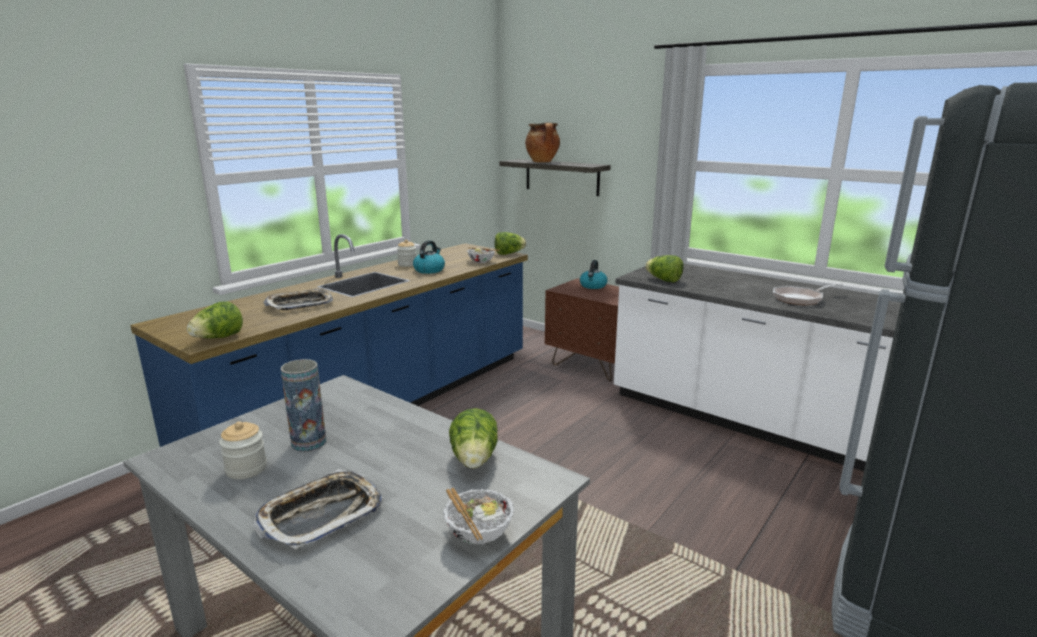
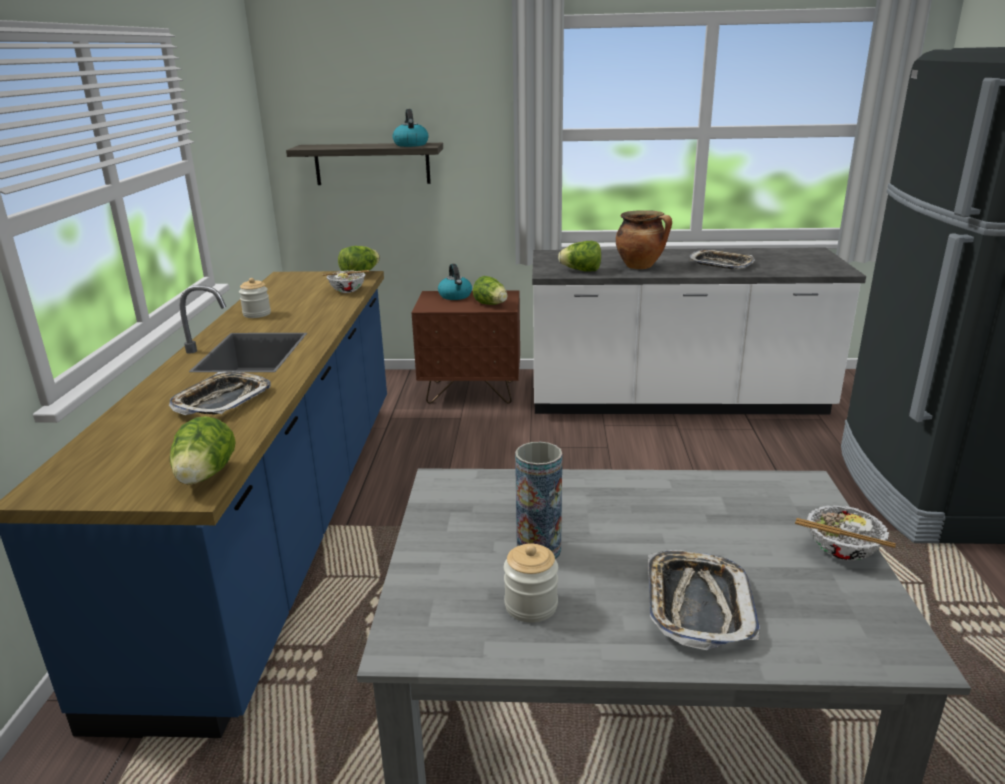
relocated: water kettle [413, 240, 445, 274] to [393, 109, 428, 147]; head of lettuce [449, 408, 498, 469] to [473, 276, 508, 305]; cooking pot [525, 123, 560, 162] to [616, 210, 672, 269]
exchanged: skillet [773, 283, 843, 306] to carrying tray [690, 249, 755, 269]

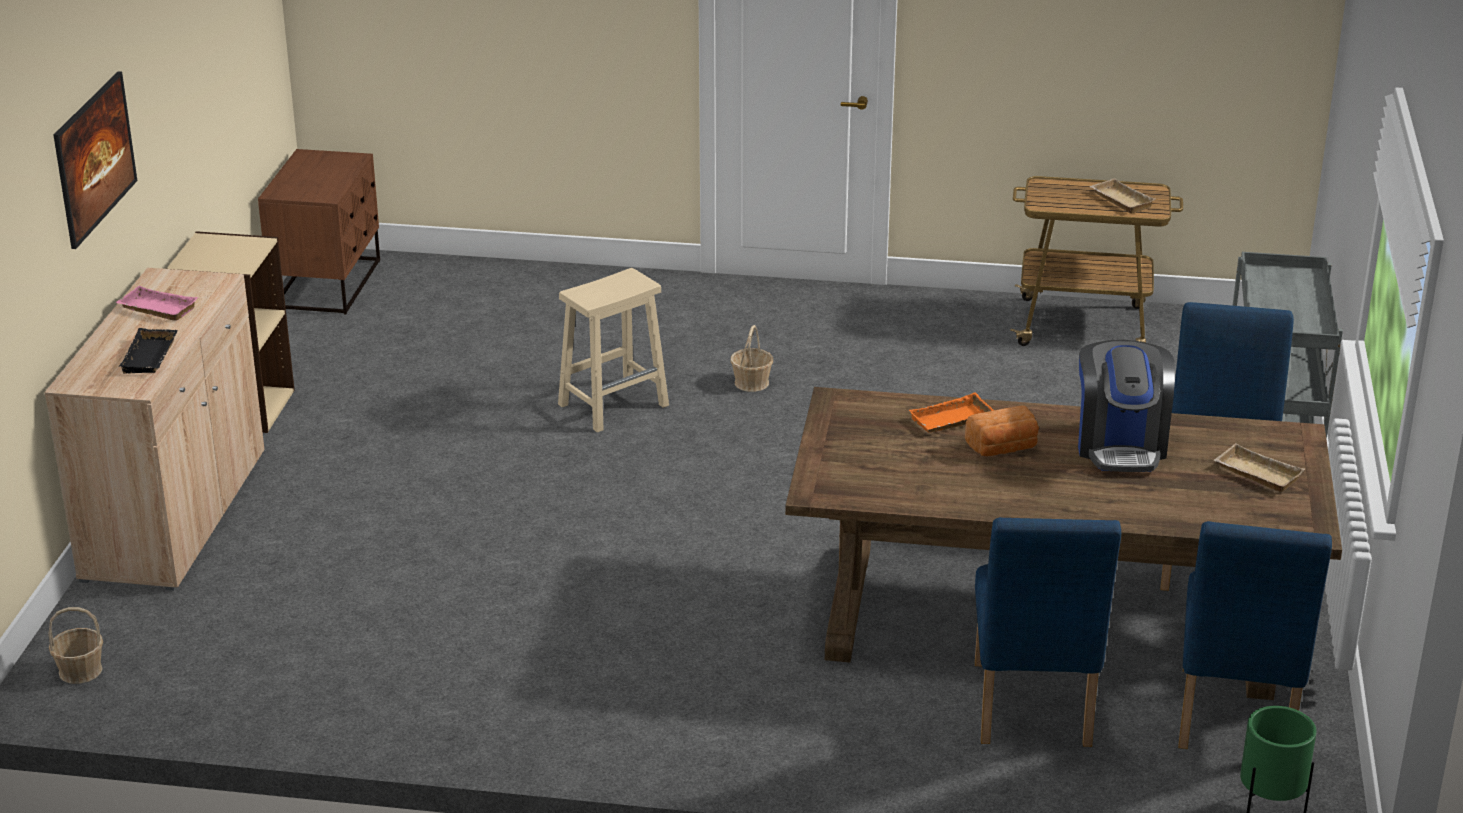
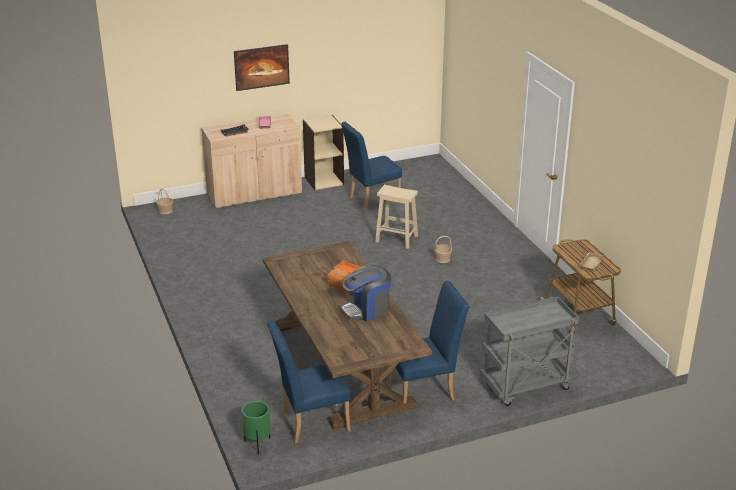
missing: brown nightstand [258, 149, 380, 315]; beige carrying tray [1214, 443, 1305, 492]
relocated: bluish upright chair [975, 517, 1121, 747] to [341, 122, 402, 211]

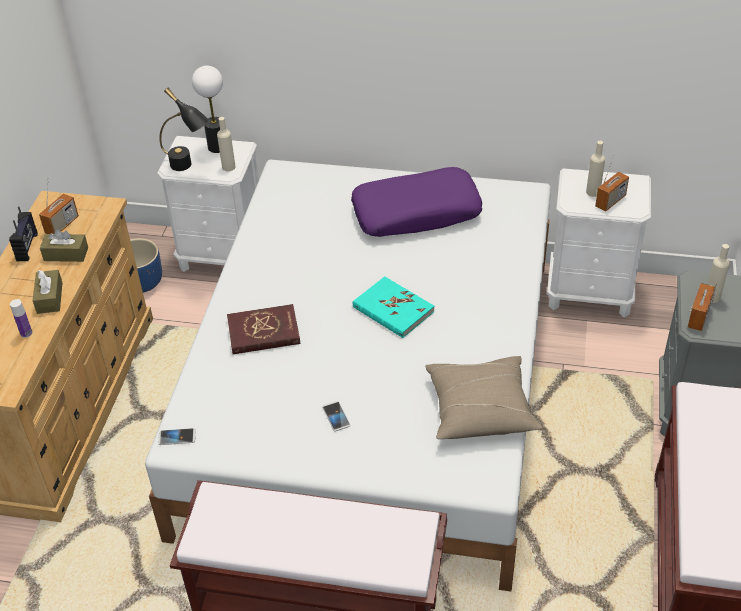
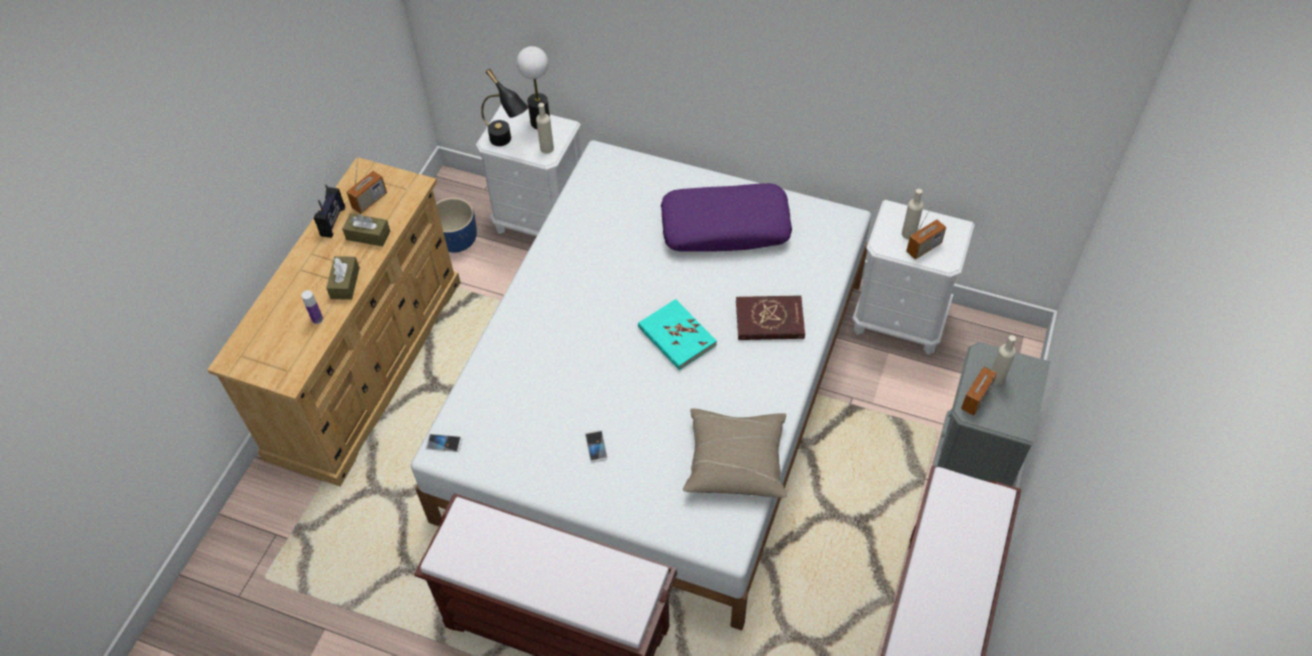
relocated: red bound book [227, 304, 300, 354] to [736, 295, 805, 340]

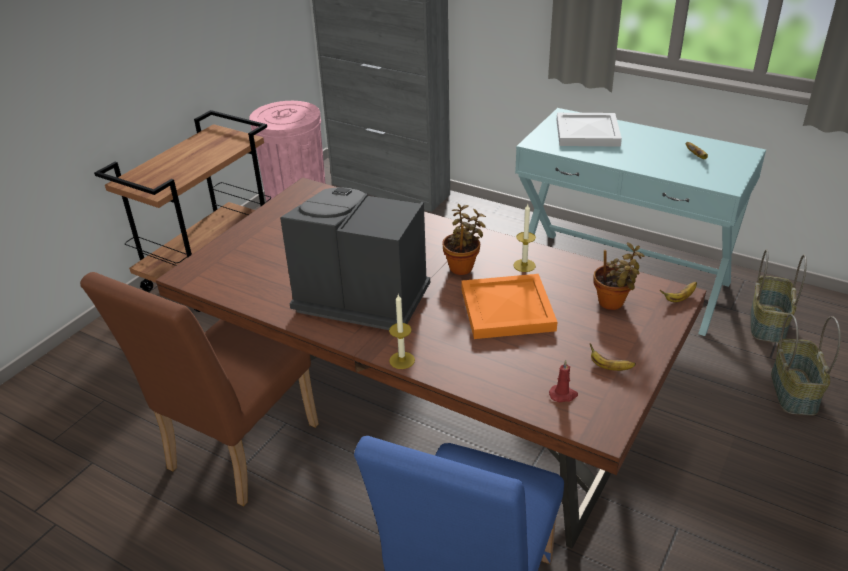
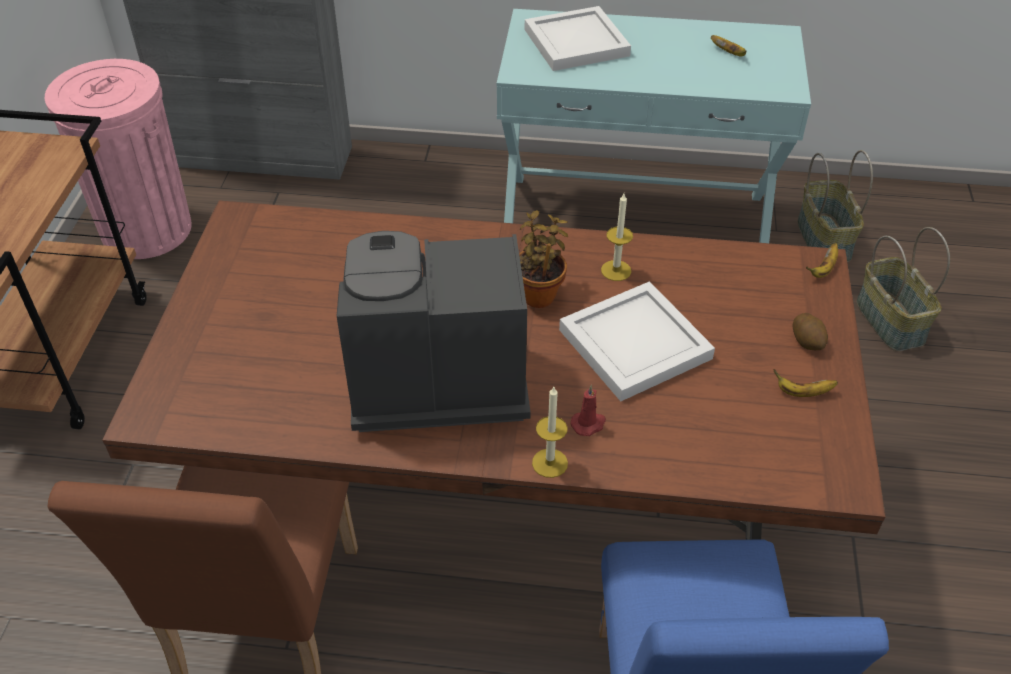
missing: houseplant [594, 242, 644, 310]
appeared: spud [792, 313, 828, 350]
relocated: red candle [549, 360, 578, 403] to [570, 385, 606, 436]
colour: orange-coloured carrying tray [462, 274, 557, 339] to white-coloured carrying tray [559, 281, 715, 401]

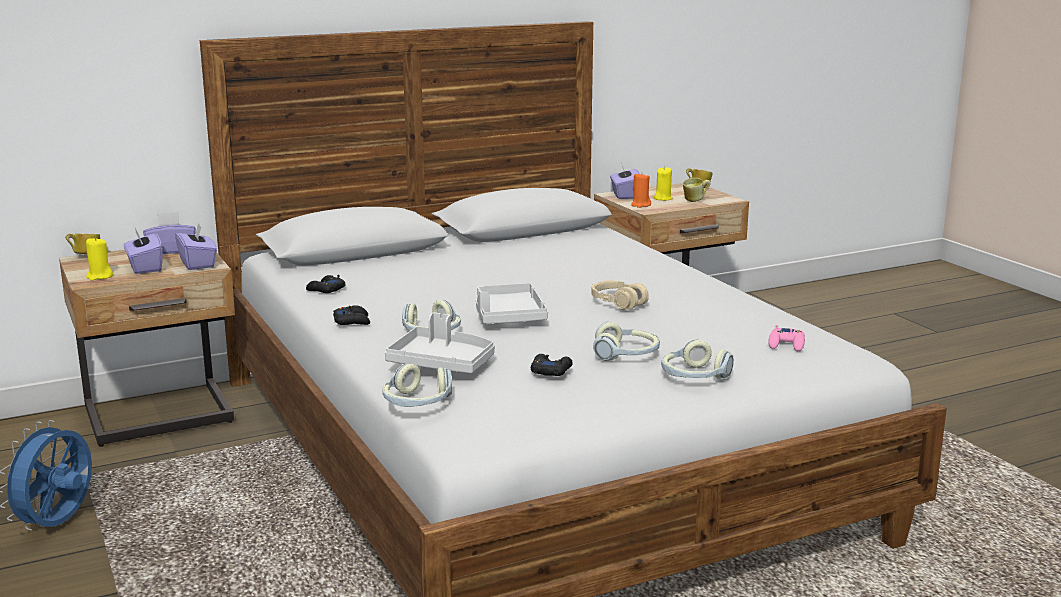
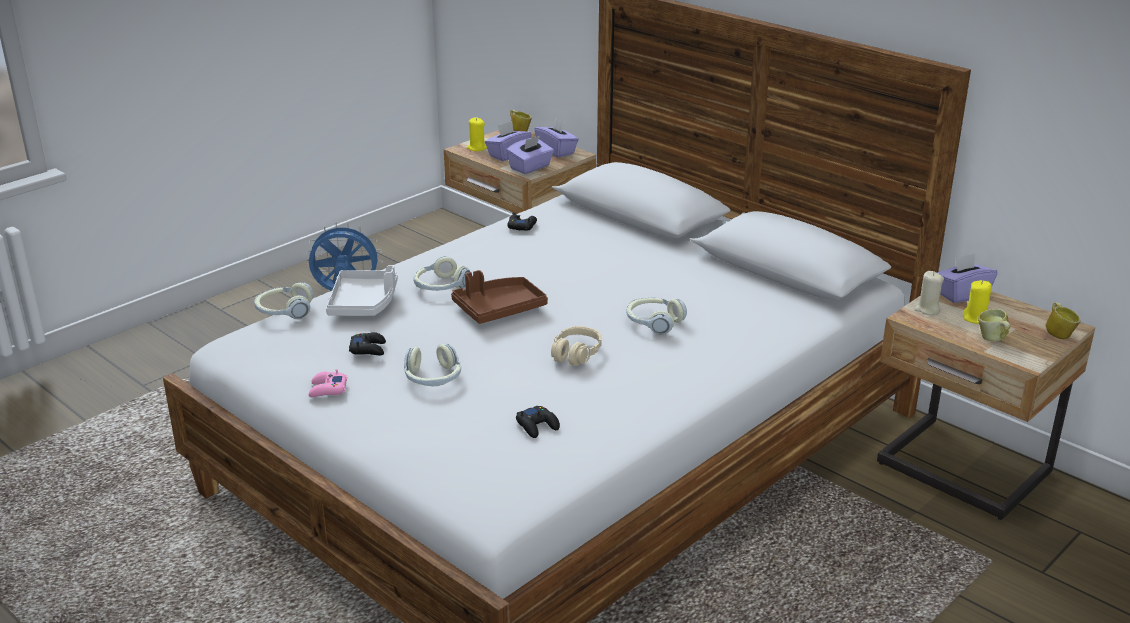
relocated: black gamepad [333, 305, 370, 325] to [516, 406, 560, 438]; headset [661, 339, 734, 379] to [626, 297, 687, 334]; pinkish gamepad [768, 325, 805, 351] to [309, 369, 347, 397]
colour: greyish carrying tray [476, 283, 548, 324] to brown carrying tray [451, 270, 548, 324]; orange-coloured candle [631, 174, 651, 208] to beige candle [914, 271, 944, 315]

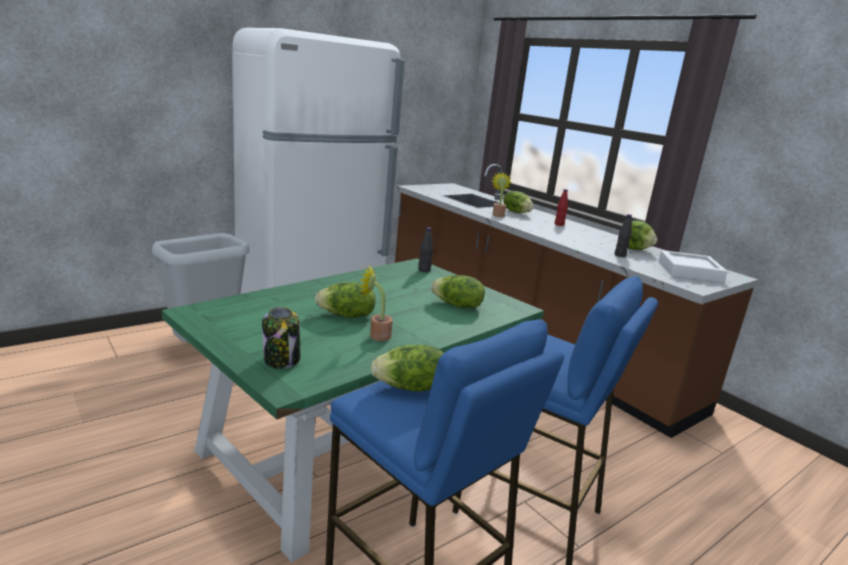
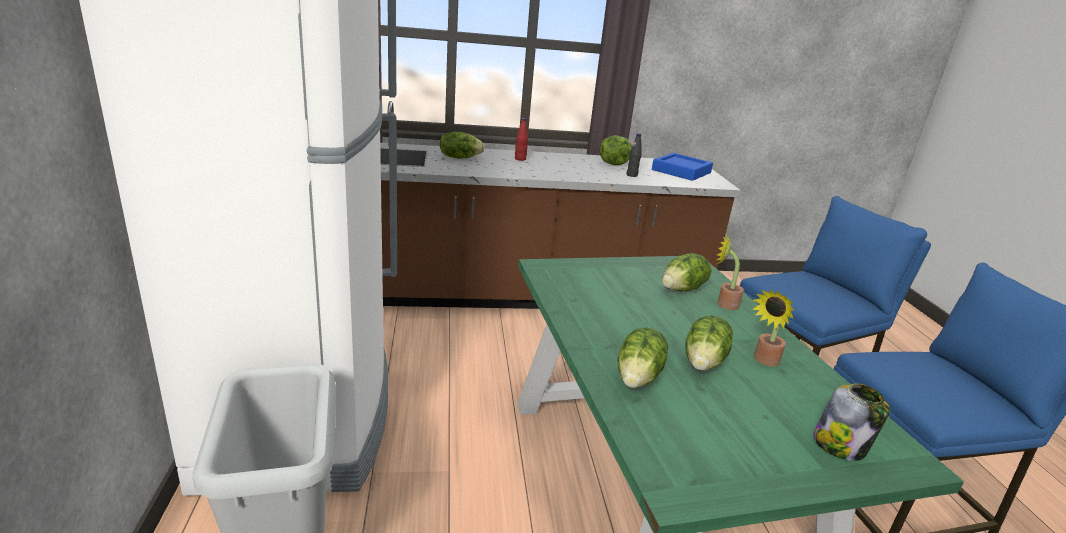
missing: black drink bottle [418, 227, 433, 272]
relocated: head of lettuce [371, 345, 443, 392] to [618, 327, 668, 388]; houseplant [491, 172, 511, 217] to [715, 234, 744, 310]
colour: white-coloured carrying tray [659, 250, 727, 283] to bluish carrying tray [652, 153, 713, 181]

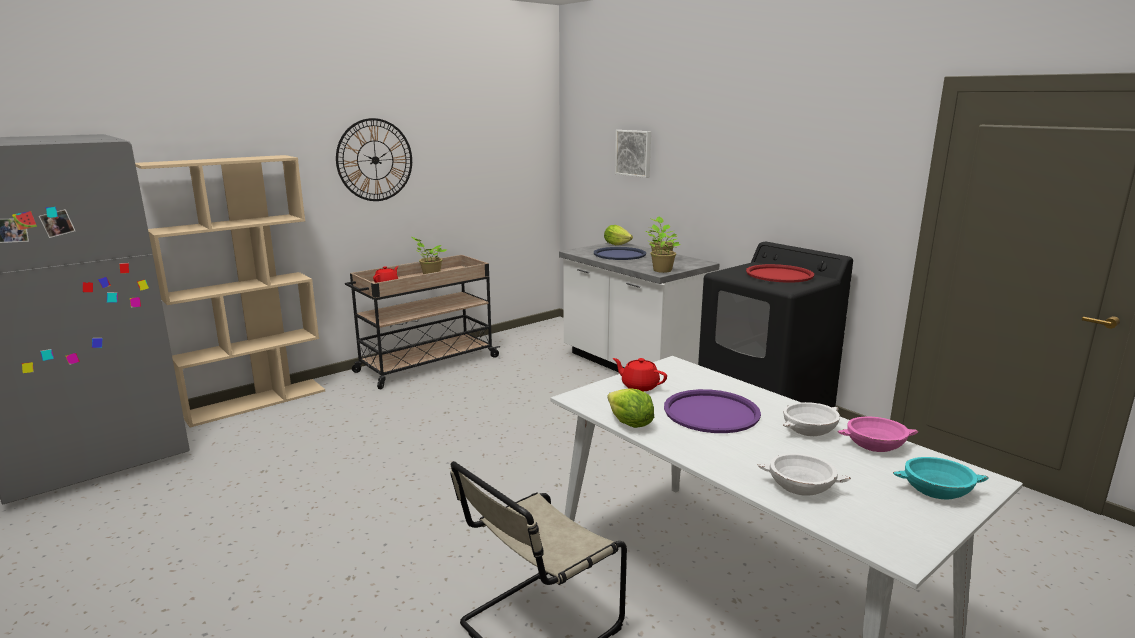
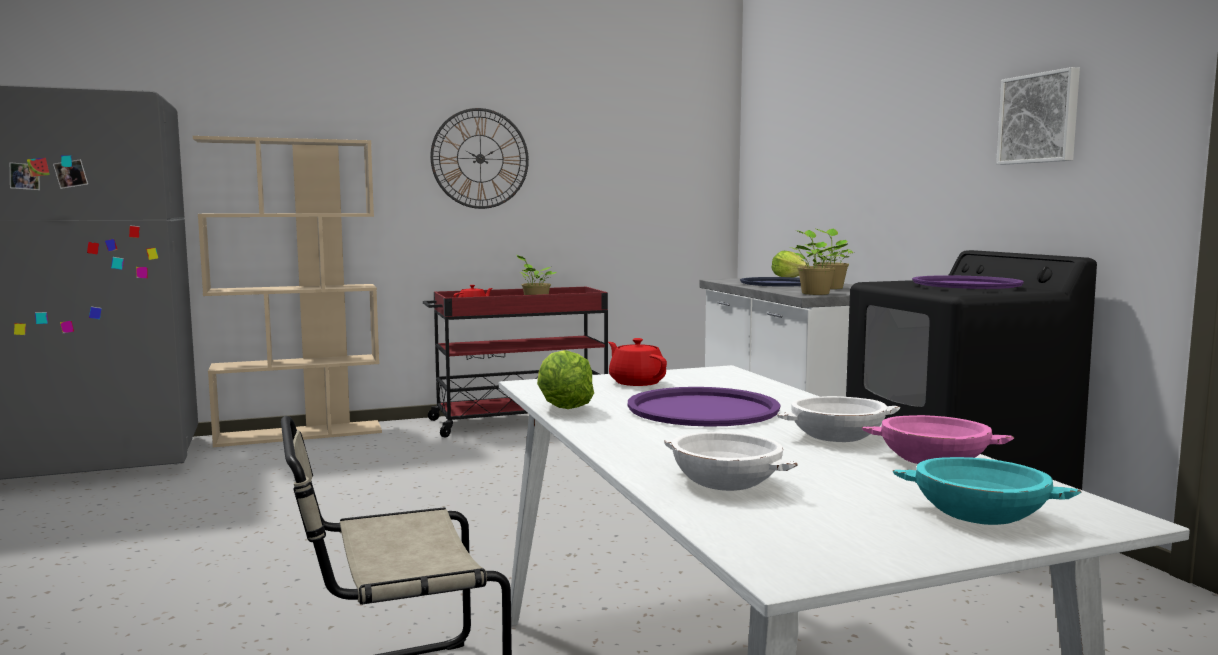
relocated: wall art [615, 130, 651, 178] to [996, 67, 1080, 165]
colour: beige trolley [345, 255, 500, 389] to red trolley [423, 287, 608, 438]; red carrying tray [746, 264, 814, 282] to purplish carrying tray [912, 275, 1024, 289]

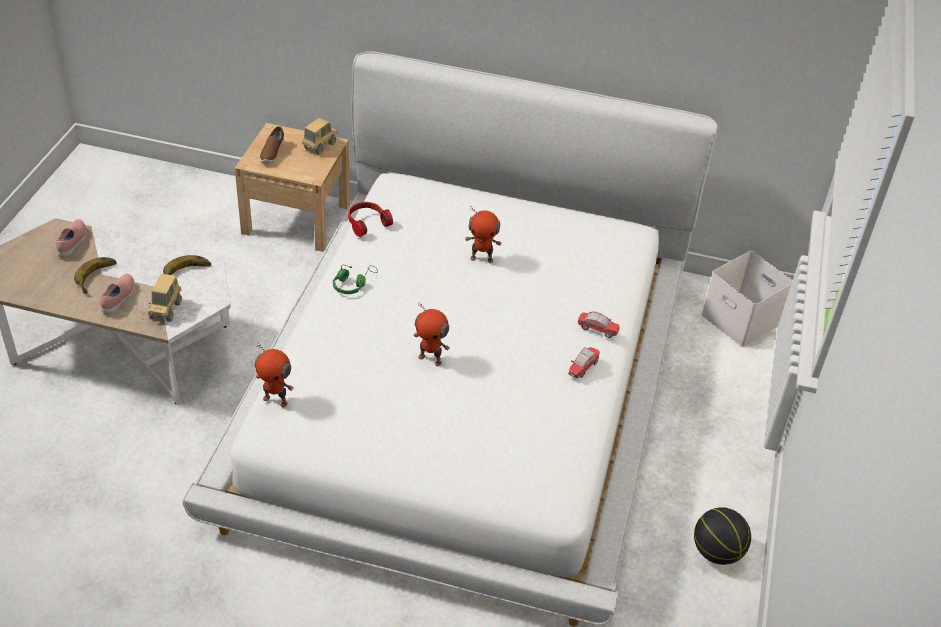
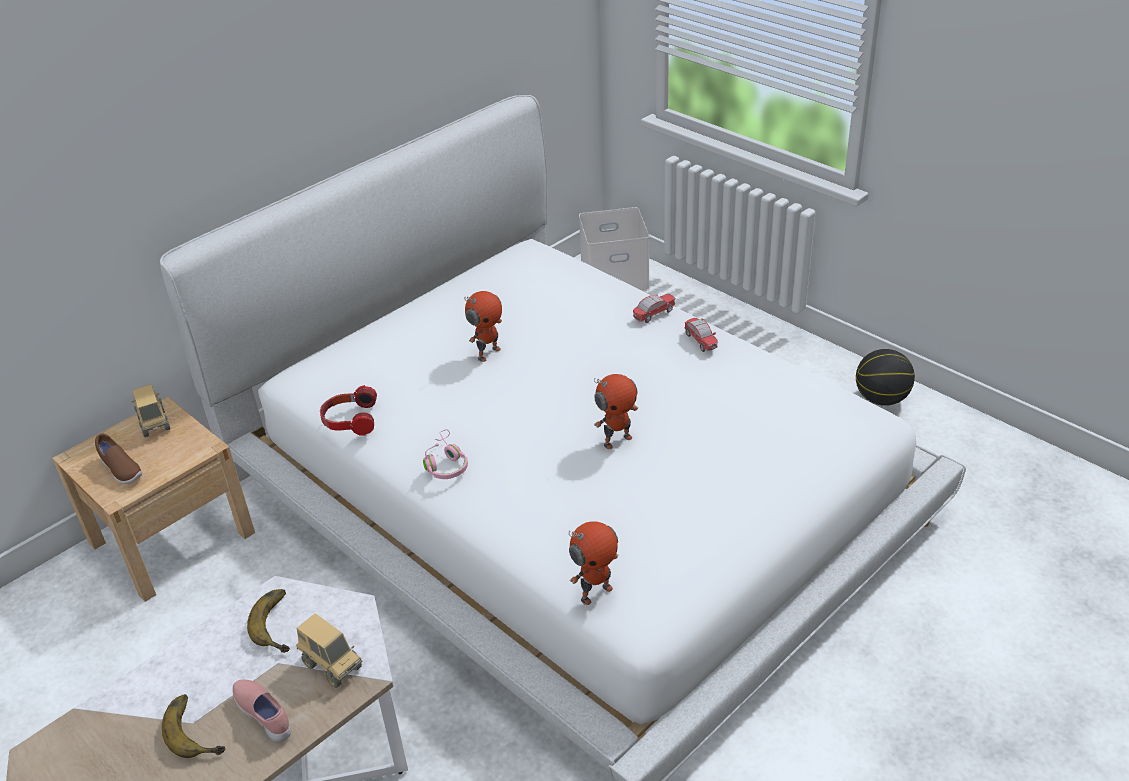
missing: pinkish shoe [56, 219, 87, 258]
colour: green-coloured headset [333, 265, 378, 294] to pinkish headset [423, 429, 468, 479]

